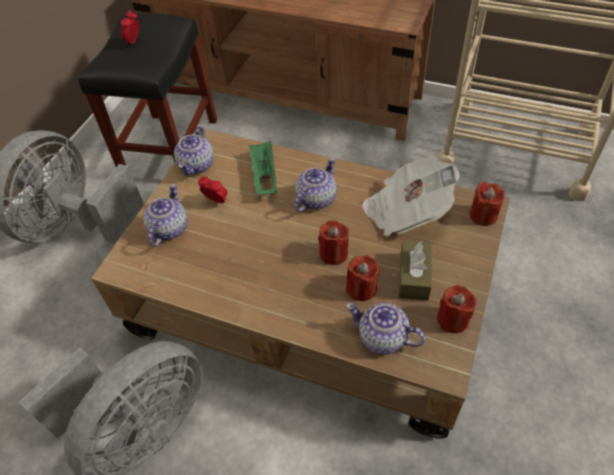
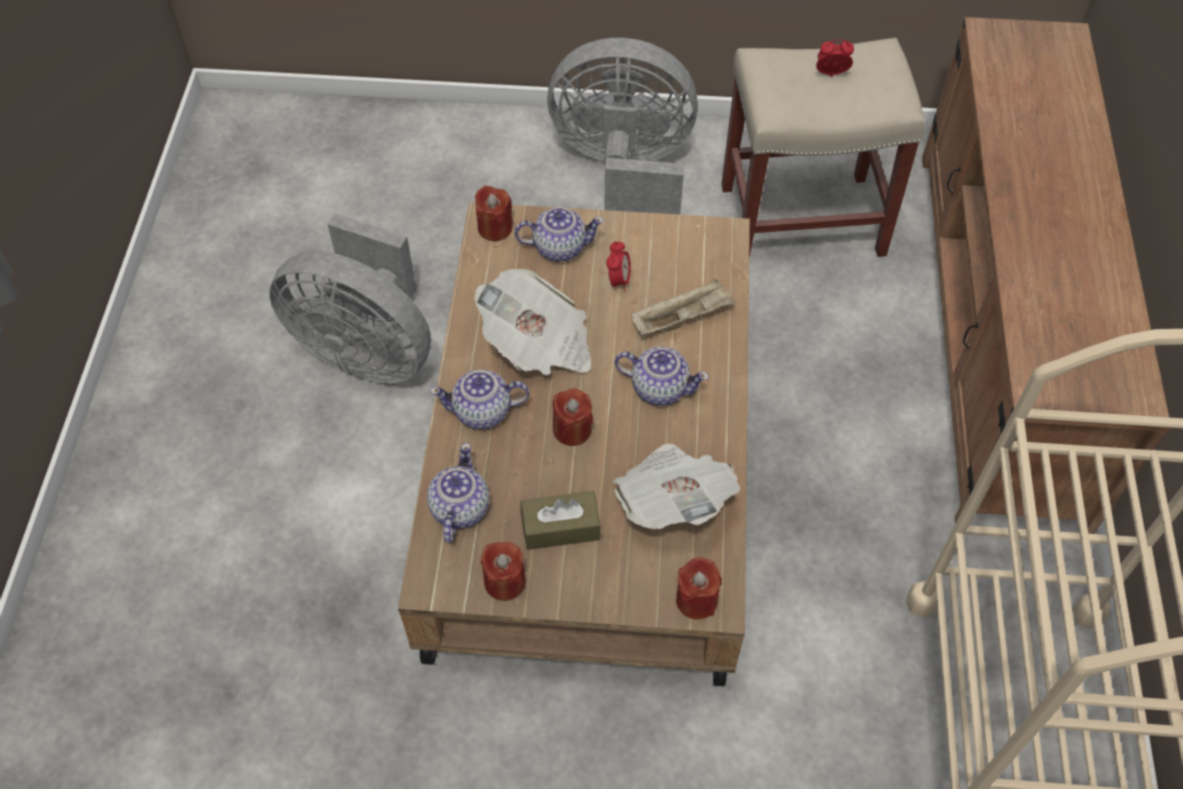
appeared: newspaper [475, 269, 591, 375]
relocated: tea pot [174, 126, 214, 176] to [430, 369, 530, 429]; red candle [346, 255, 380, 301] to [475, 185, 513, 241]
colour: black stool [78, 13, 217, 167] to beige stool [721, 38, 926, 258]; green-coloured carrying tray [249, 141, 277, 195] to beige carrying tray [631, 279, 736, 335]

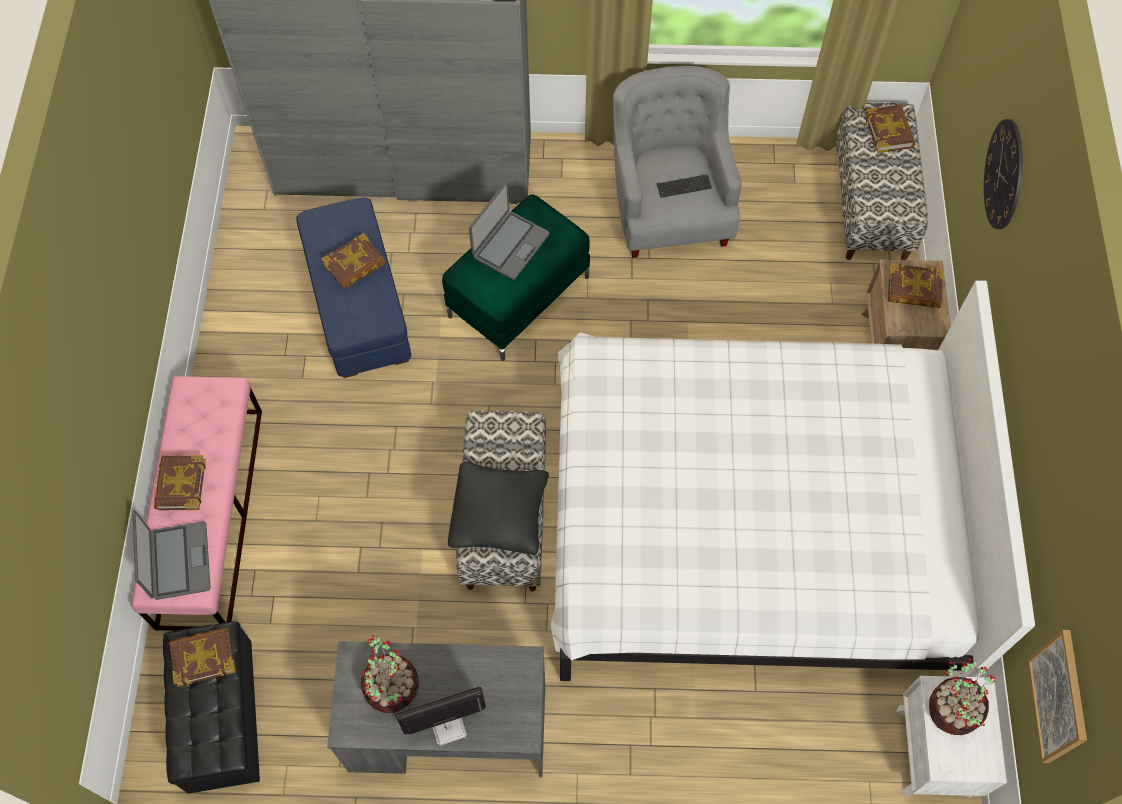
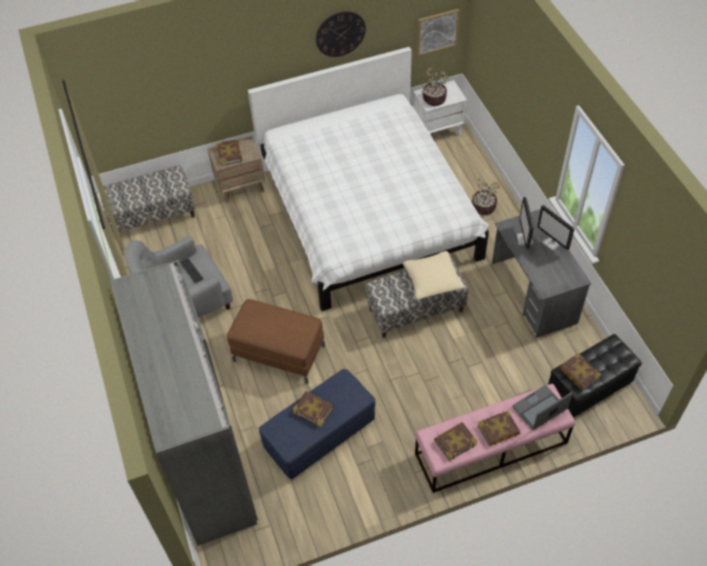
missing: laptop [469, 181, 550, 280]
appeared: computer display [516, 197, 534, 249]
relocated: houseplant [361, 635, 419, 713] to [472, 178, 499, 215]; bound book [865, 105, 915, 153] to [434, 422, 478, 461]; clock on the wall [984, 119, 1023, 229] to [316, 11, 366, 57]
colour: green-coloured footrest [442, 195, 590, 361] to brown footrest [227, 299, 325, 384]; black pillow [448, 462, 549, 555] to beige pillow [403, 251, 464, 300]

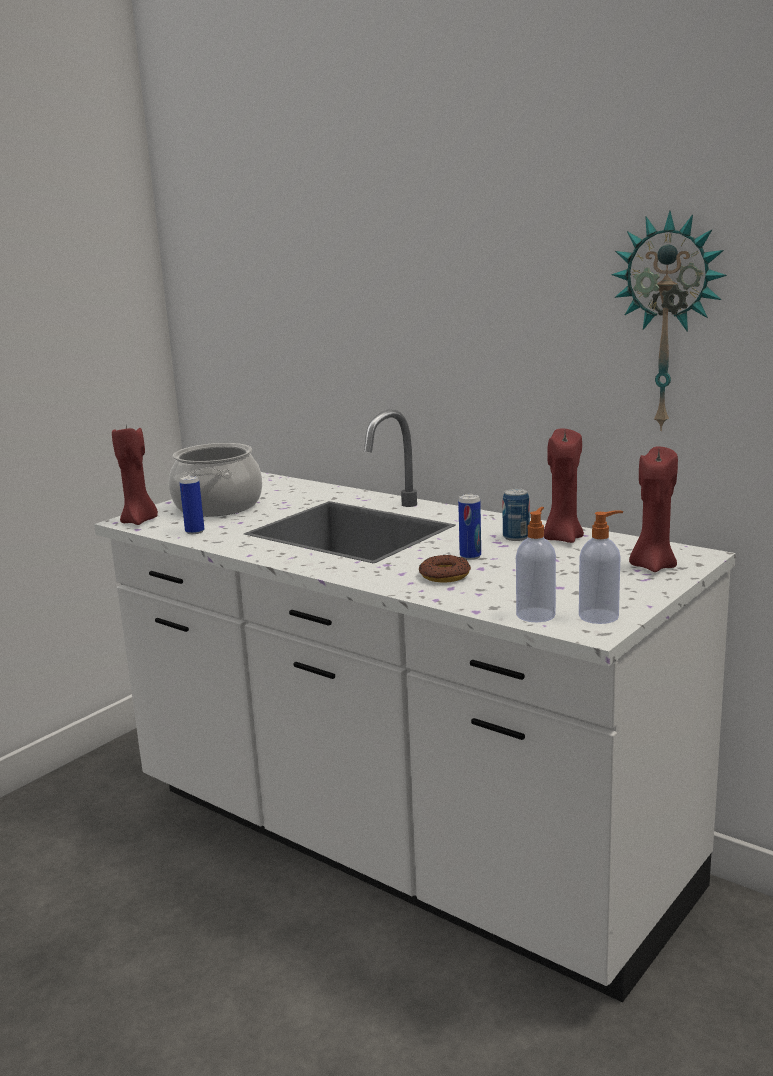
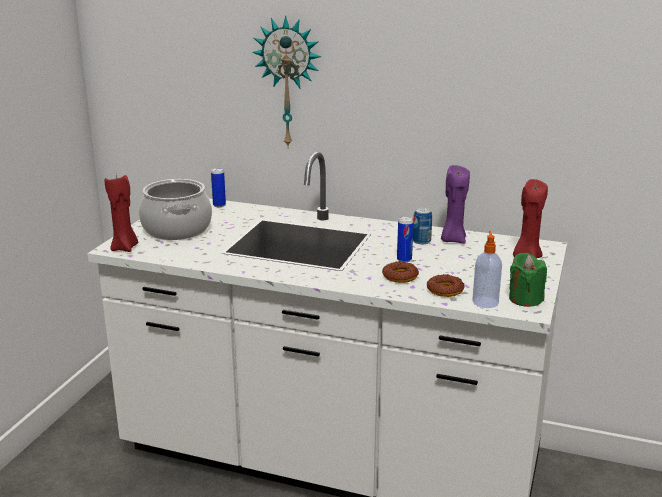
appeared: doughnut [427, 274, 465, 297]
relocated: metal can [179, 475, 204, 534] to [211, 168, 226, 207]; clock on the wall [611, 211, 727, 431] to [252, 16, 321, 149]
exchanged: soap dispenser [579, 510, 623, 624] to green-coloured candle [509, 253, 547, 307]
colour: red candle [544, 429, 584, 543] to purplish candle [441, 165, 470, 243]

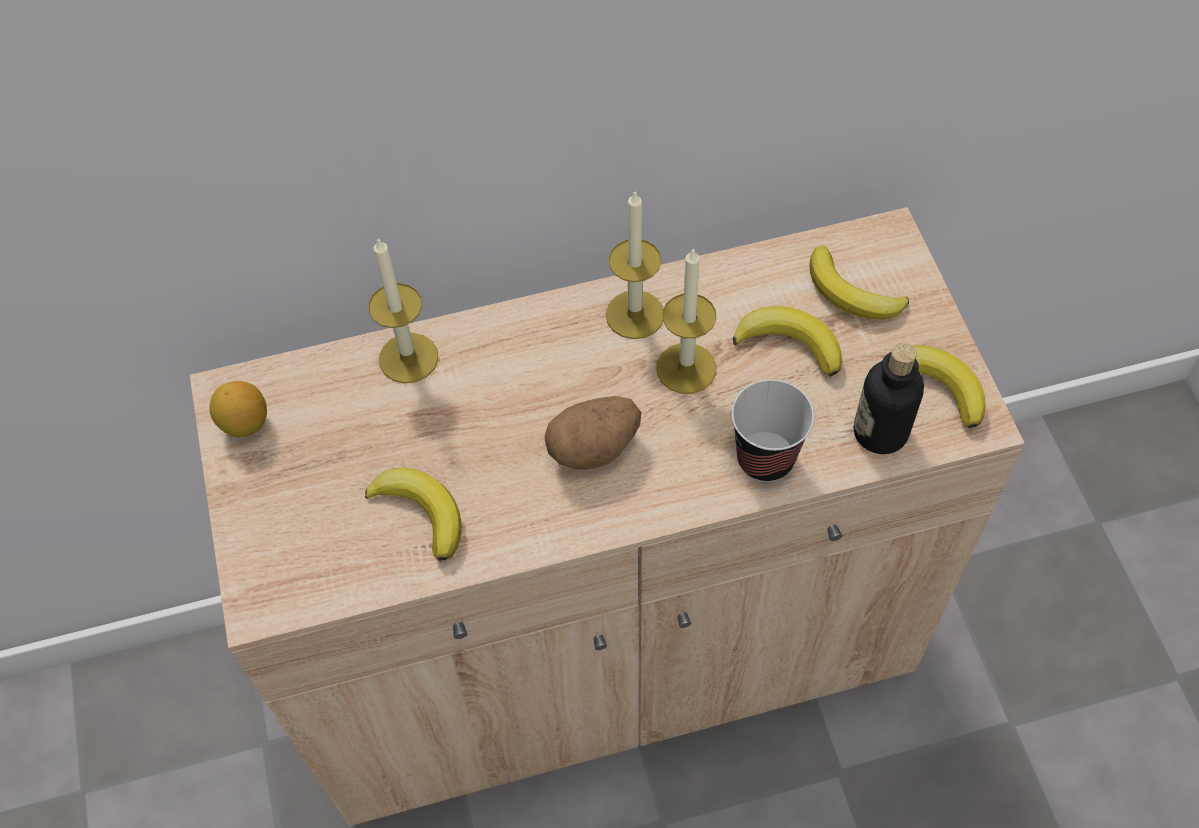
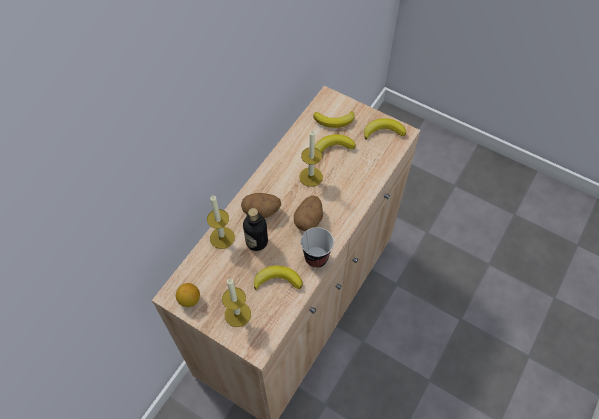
appeared: spud [241, 193, 281, 218]
relocated: candle [606, 191, 663, 339] to [222, 278, 251, 327]; drinking cup [731, 380, 814, 482] to [301, 227, 334, 268]; drink bottle [854, 343, 924, 454] to [243, 208, 268, 251]

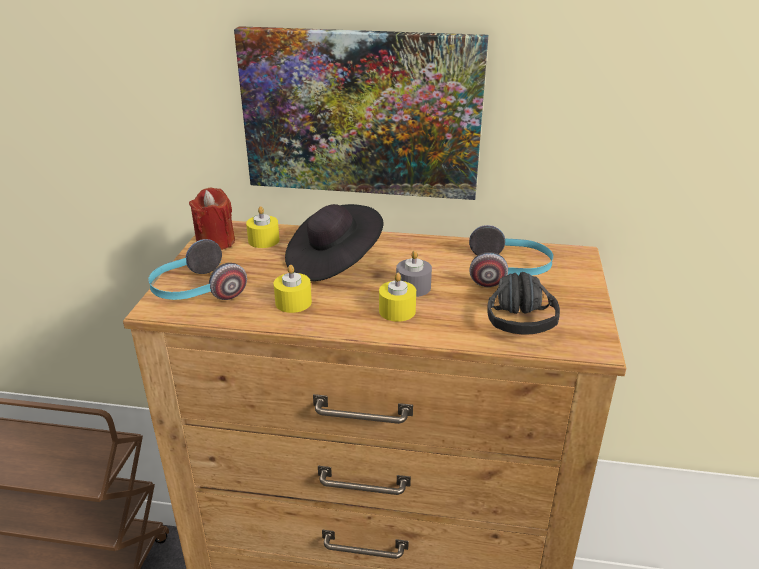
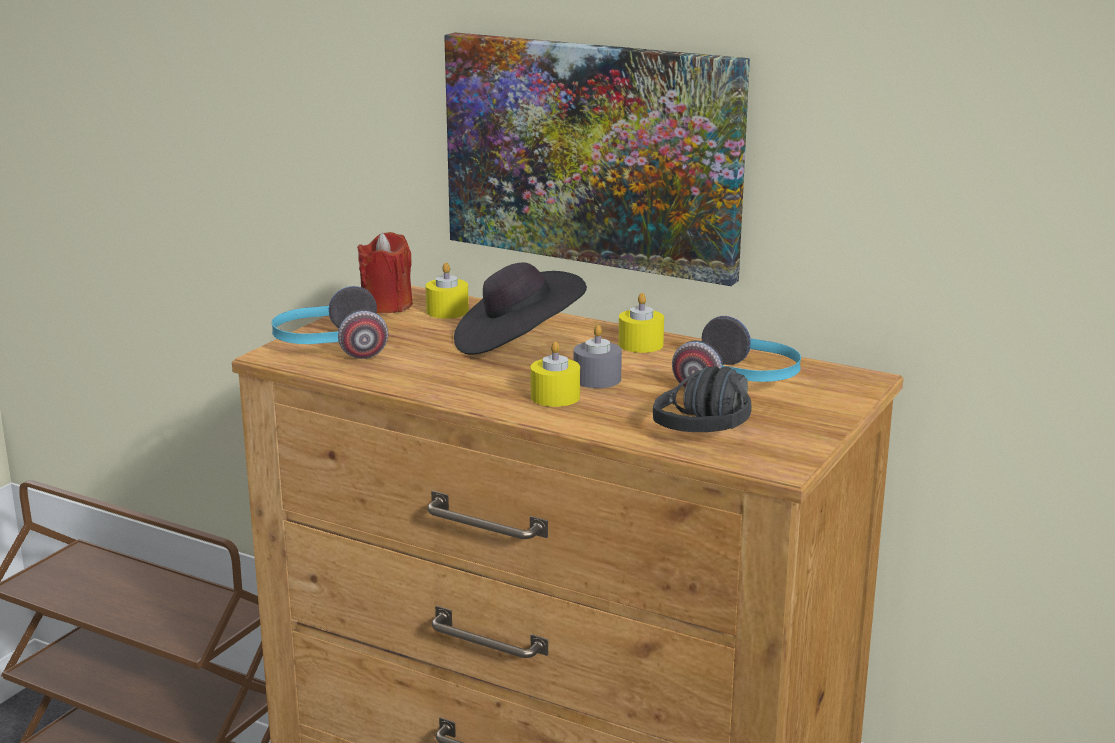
relocated: yellow-coloured candle [273, 265, 312, 313] to [618, 293, 664, 353]

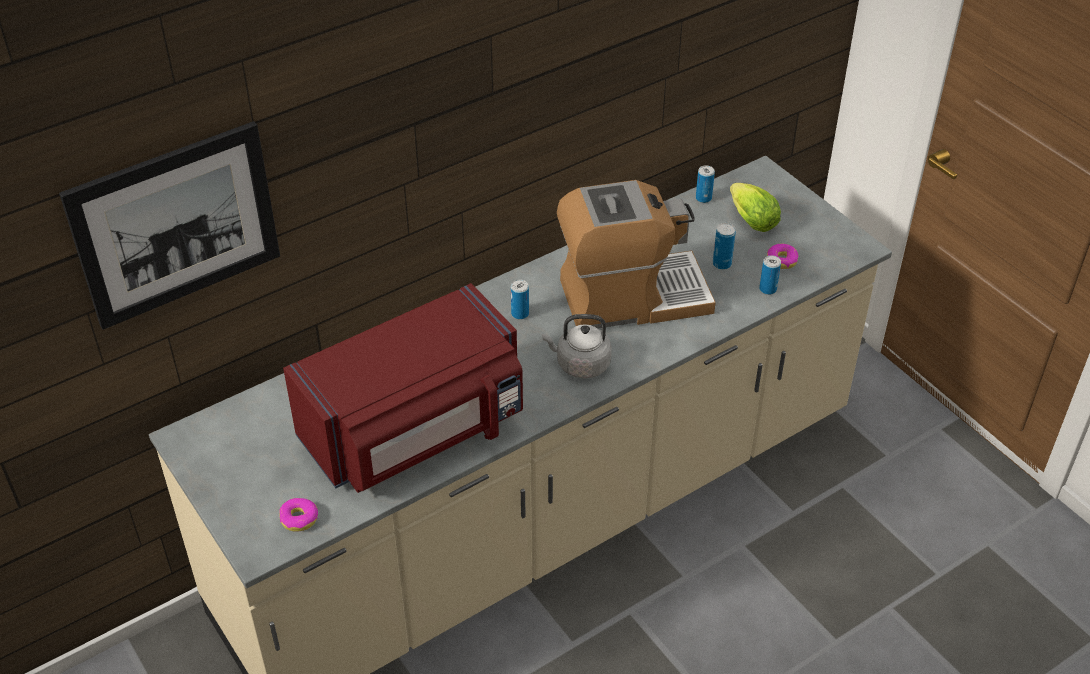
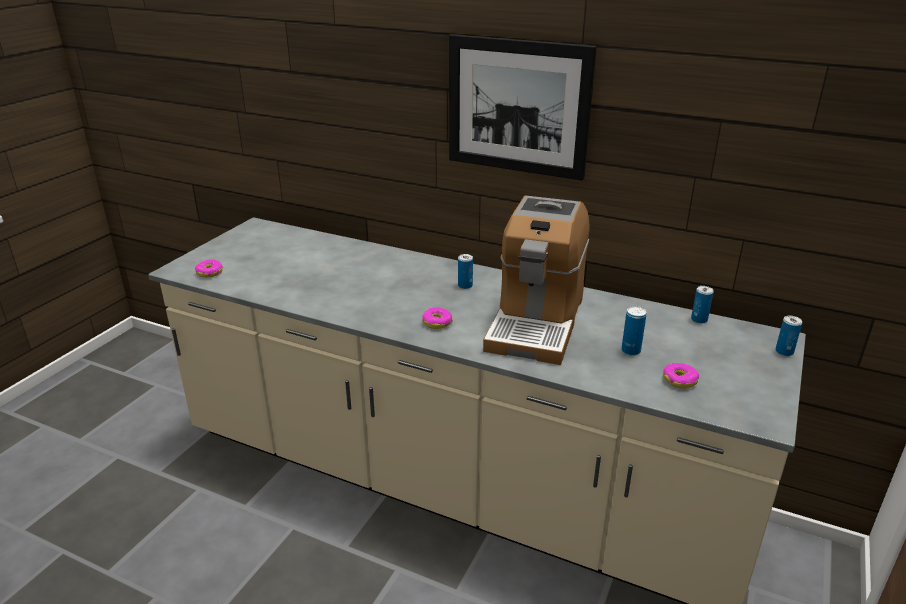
missing: red microwave [283, 283, 523, 493]; head of lettuce [730, 183, 781, 232]
relocated: wall art [59, 121, 280, 330] to [449, 34, 597, 181]; metal can [759, 255, 781, 295] to [776, 316, 802, 356]
exchanged: greyish water kettle [542, 314, 612, 379] to doughnut [422, 307, 452, 329]
spun: coffee maker [557, 180, 716, 329] = [483, 195, 589, 365] 60 degrees clockwise

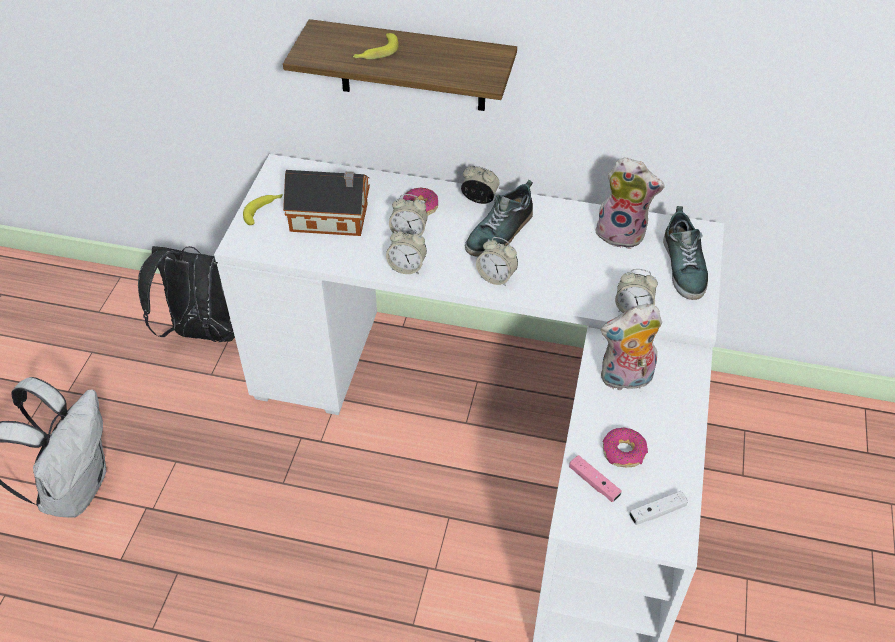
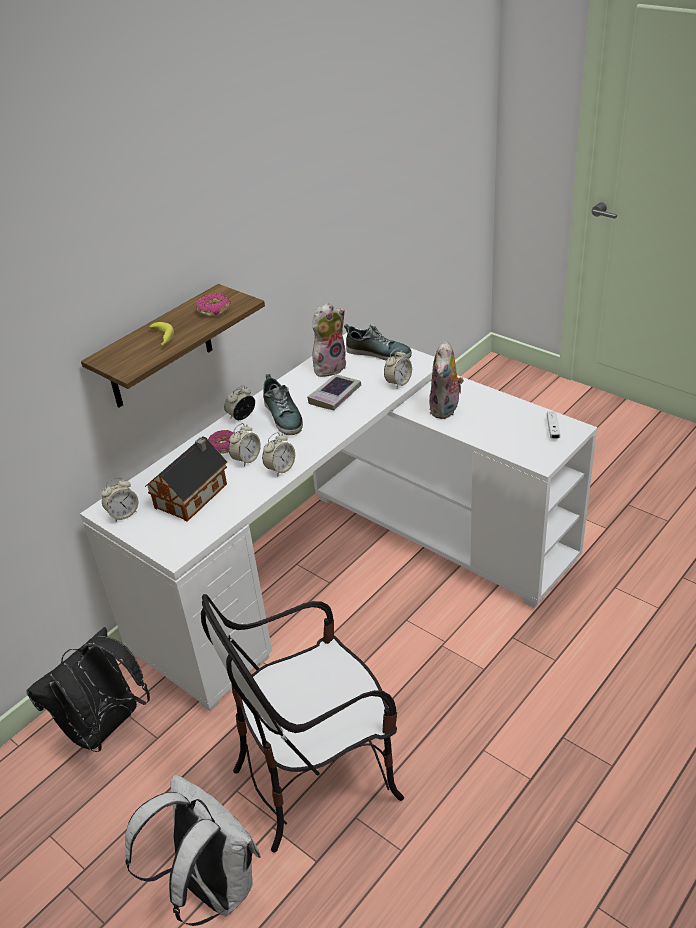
missing: banana [243, 194, 283, 225]; pinkish gamepad [569, 455, 622, 502]
appeared: upright chair [201, 594, 404, 852]; bound book [307, 374, 361, 410]
relocated: alarm clock [476, 237, 518, 286] to [101, 477, 138, 522]; doughnut [603, 428, 648, 468] to [196, 293, 231, 317]

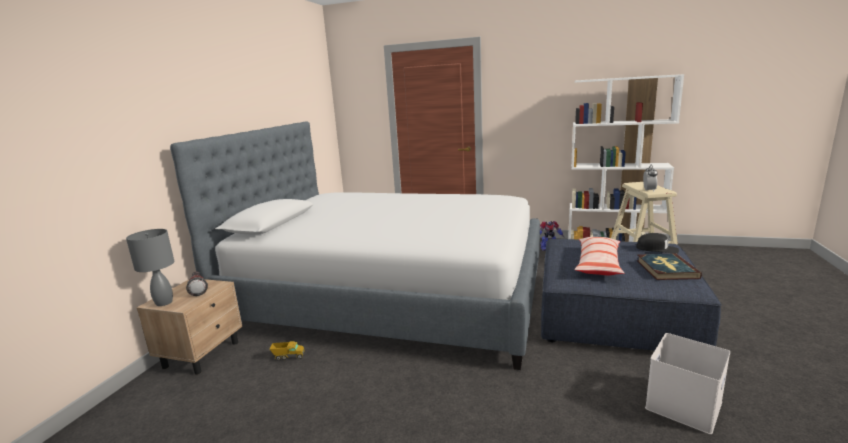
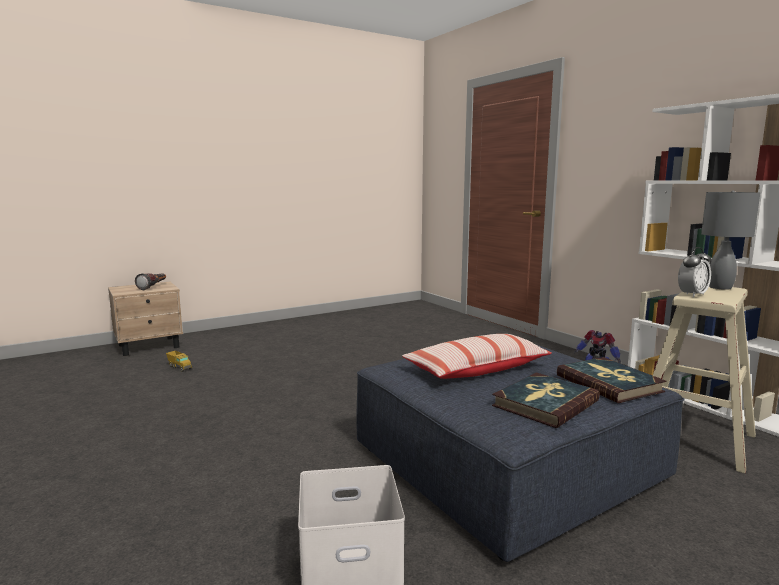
missing: bed [170, 121, 540, 370]
relocated: greyish lamp for a table [126, 229, 174, 306] to [701, 191, 760, 290]
exchanged: black baseball cap [636, 233, 679, 254] to bound book [557, 357, 666, 403]

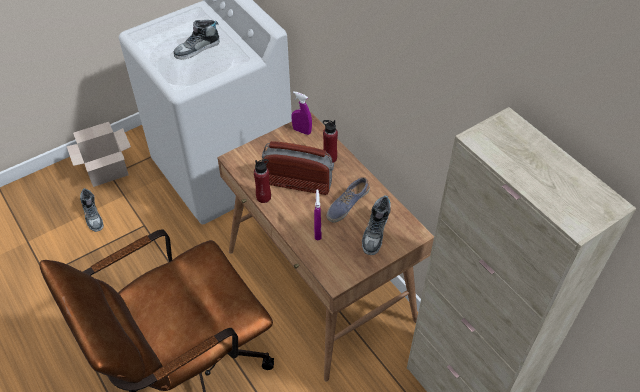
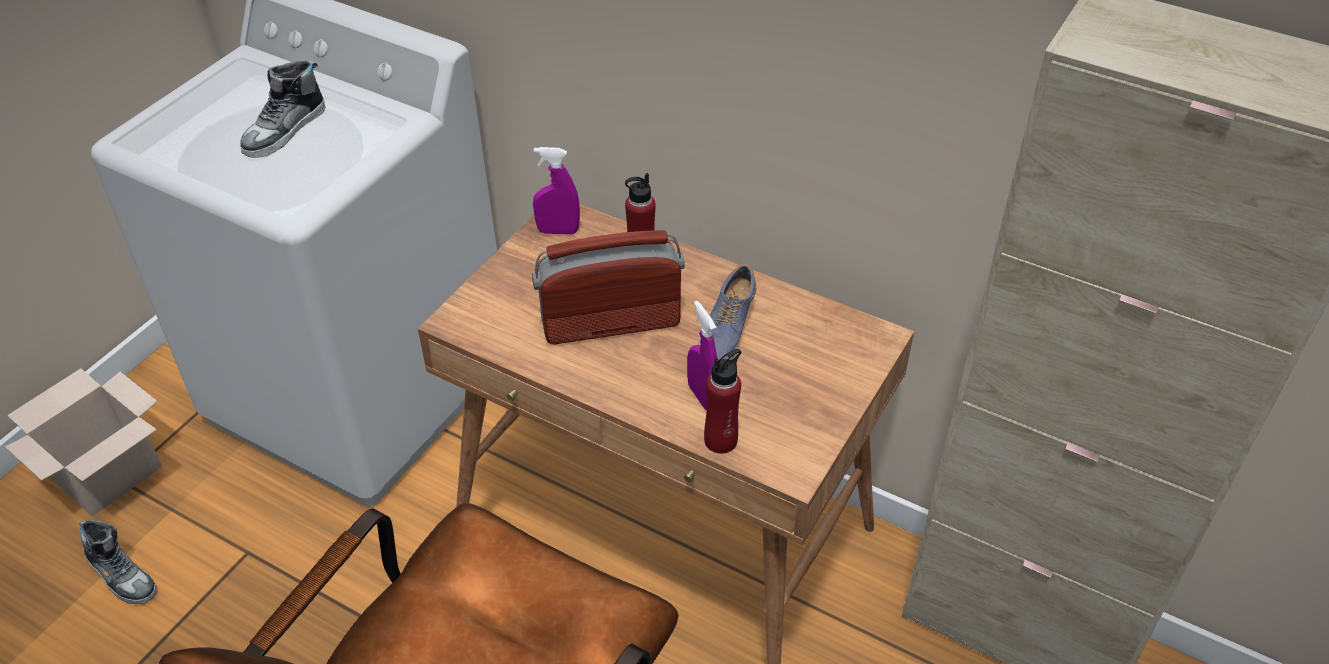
missing: shoe [362, 195, 391, 255]
relocated: red drink bottle [254, 159, 271, 203] to [704, 349, 741, 454]

